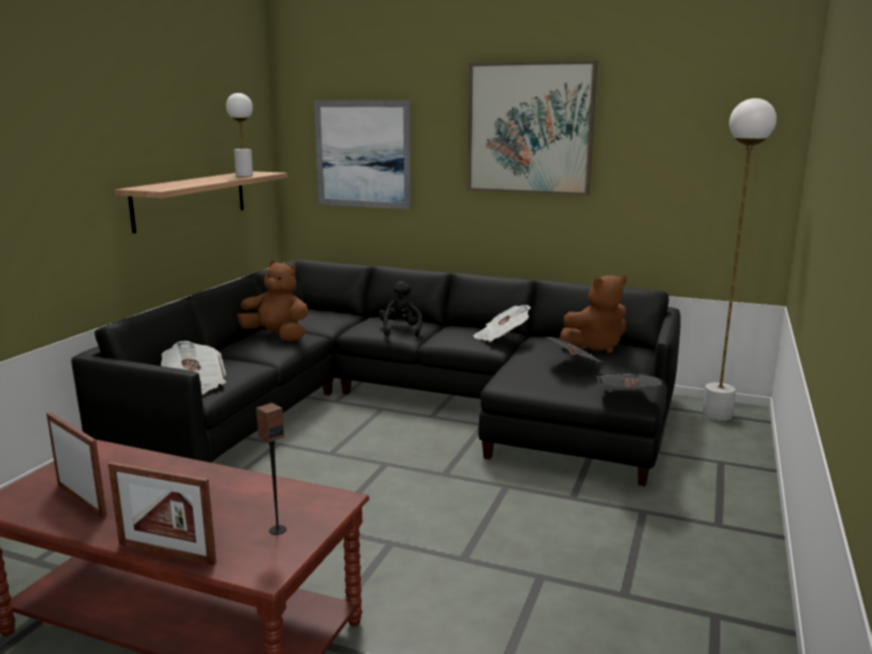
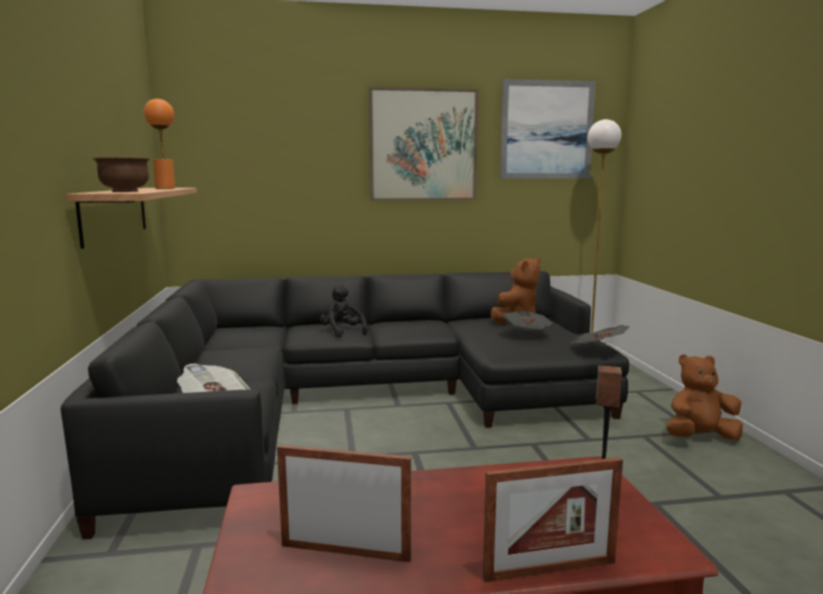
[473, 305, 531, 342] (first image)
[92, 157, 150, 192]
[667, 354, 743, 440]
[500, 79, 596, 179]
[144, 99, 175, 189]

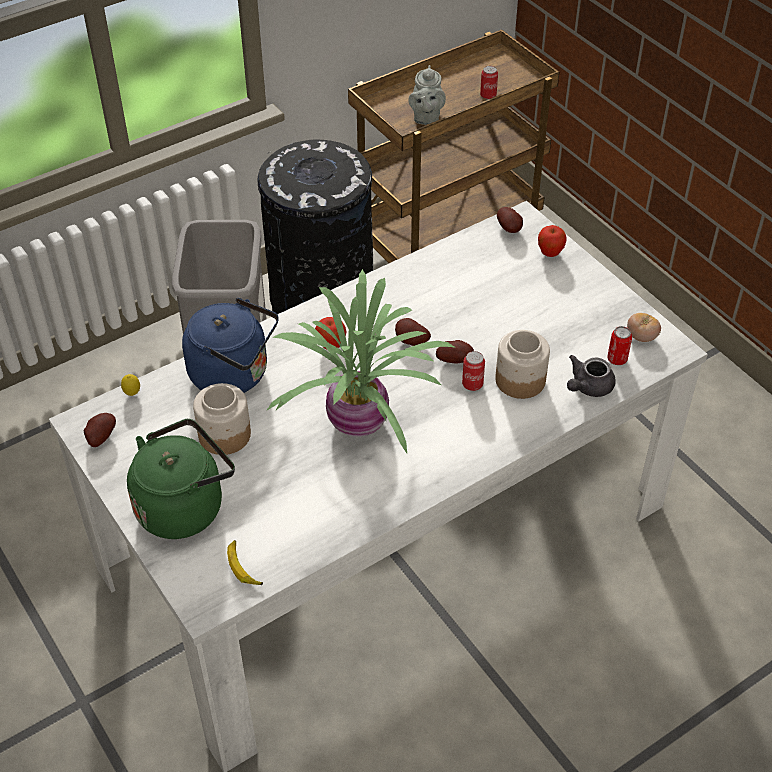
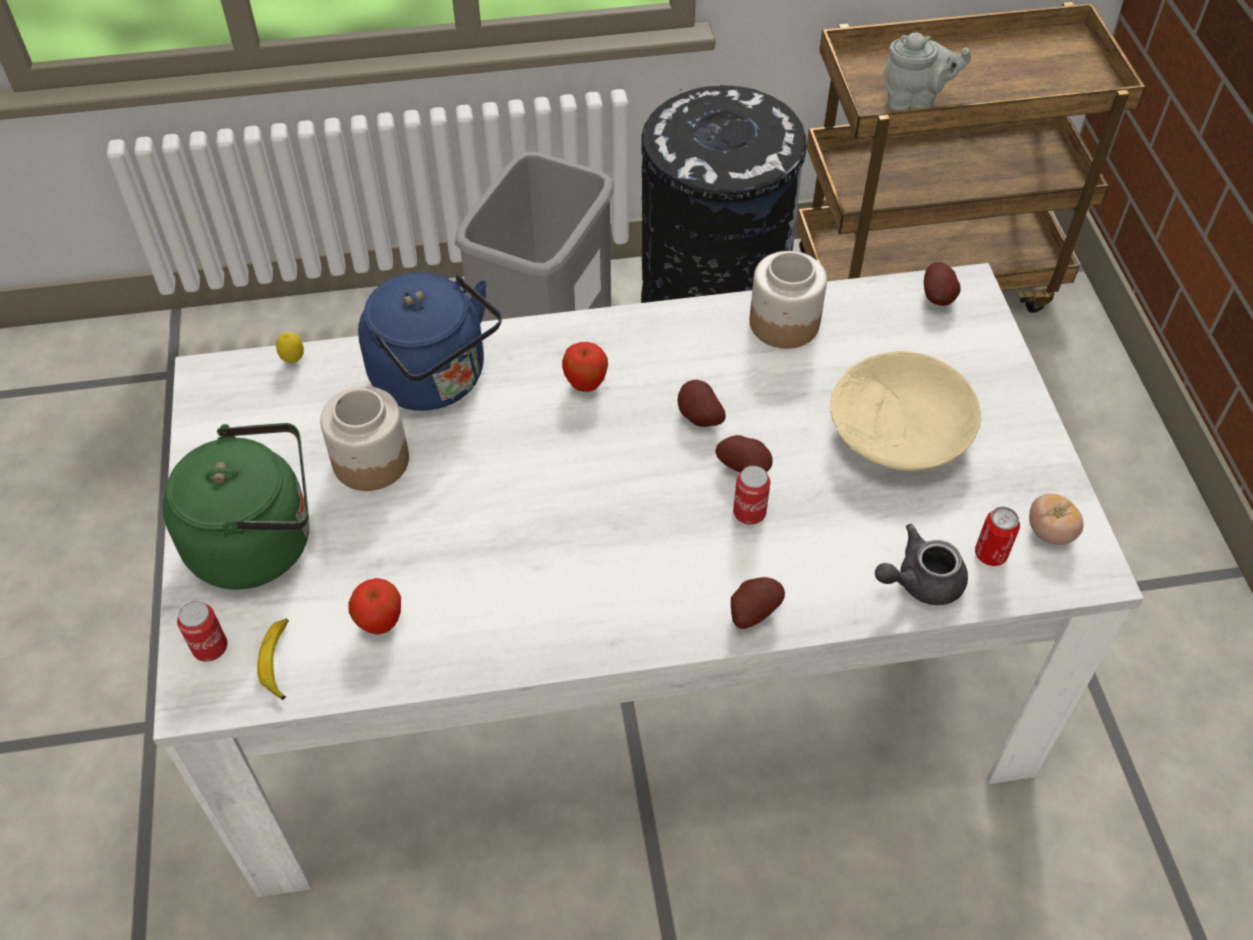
[266, 269, 456, 453] (first image)
[830, 351, 981, 471]
[731, 577, 785, 629]
[177, 601, 227, 662]
[750, 251, 827, 349]
[348, 578, 401, 635]
[883, 33, 971, 111]

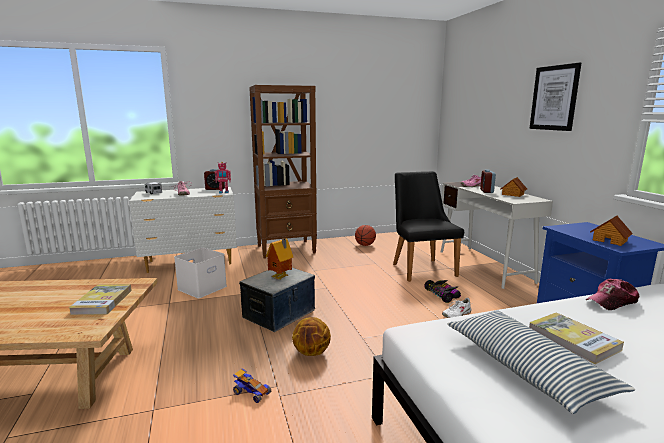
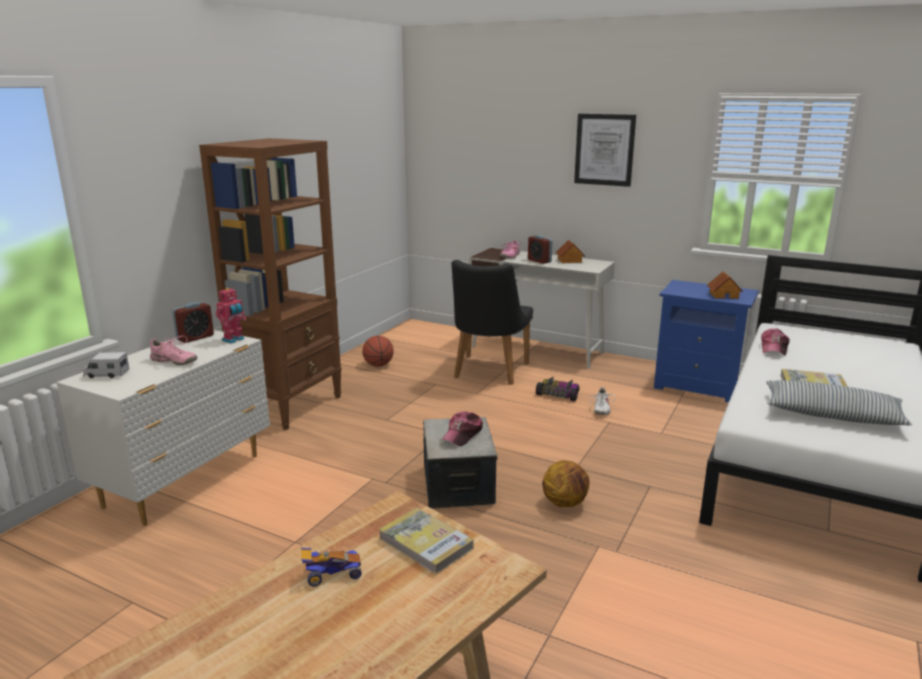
[174, 248, 227, 298] (first image)
[301, 548, 362, 587]
[442, 411, 483, 446]
[452, 260, 533, 385]

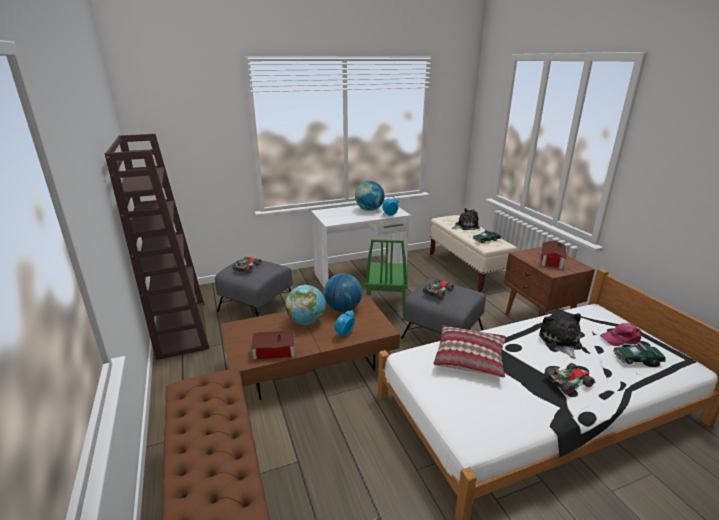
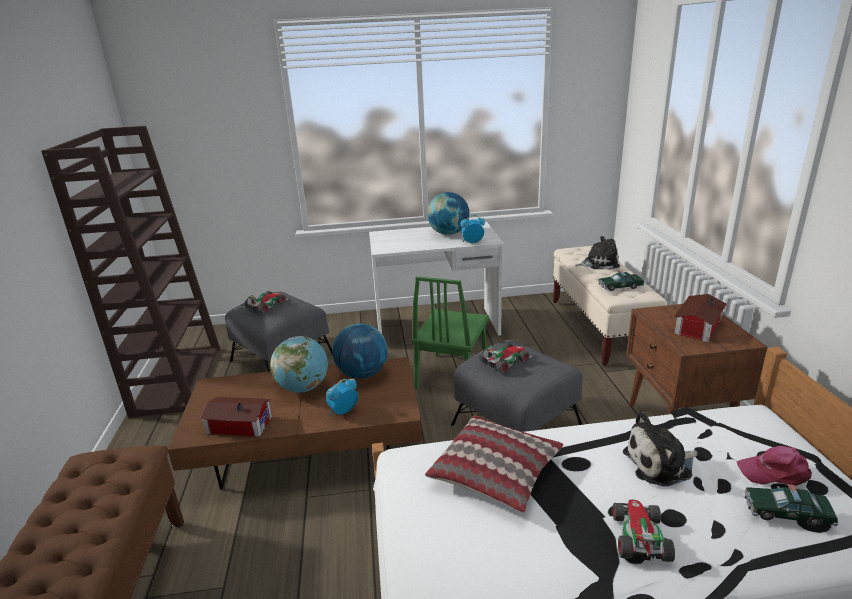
[623, 412, 698, 487]
[612, 500, 675, 562]

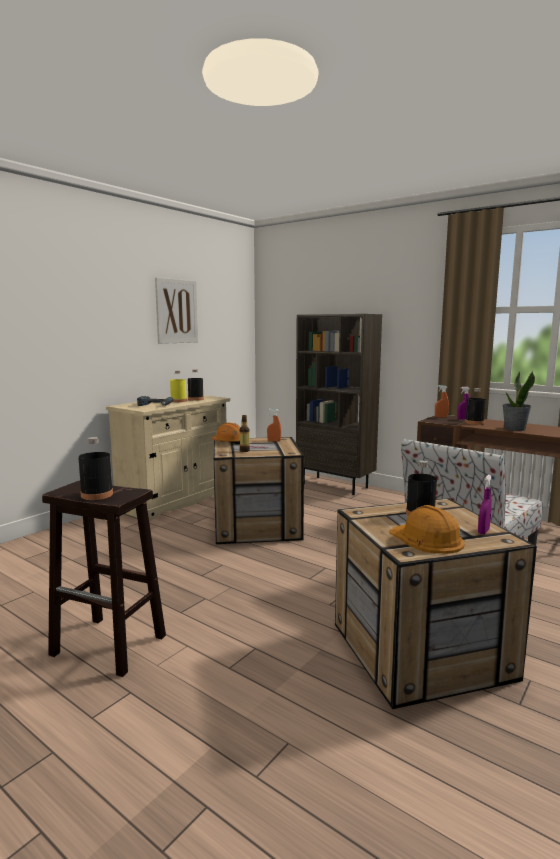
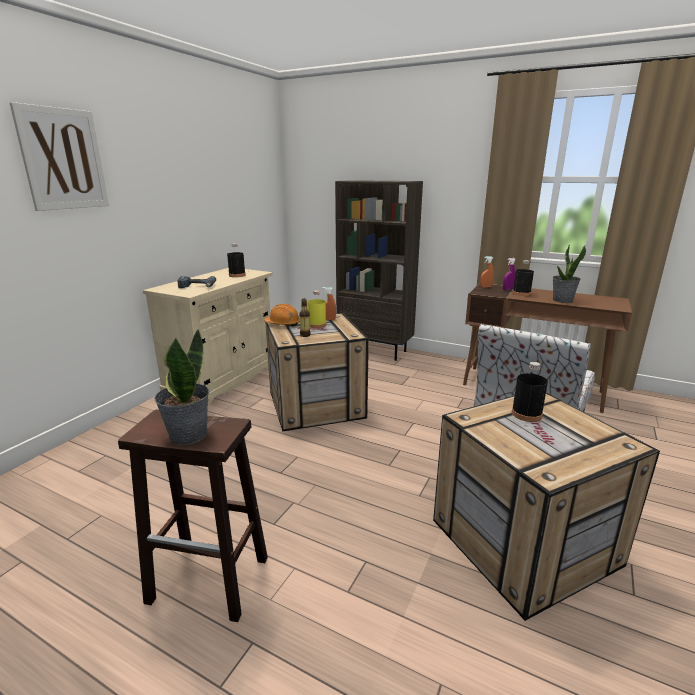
[389, 505, 464, 554] (first image)
[478, 475, 492, 534] (first image)
[9, 102, 109, 211]
[308, 290, 326, 328]
[155, 328, 209, 445]

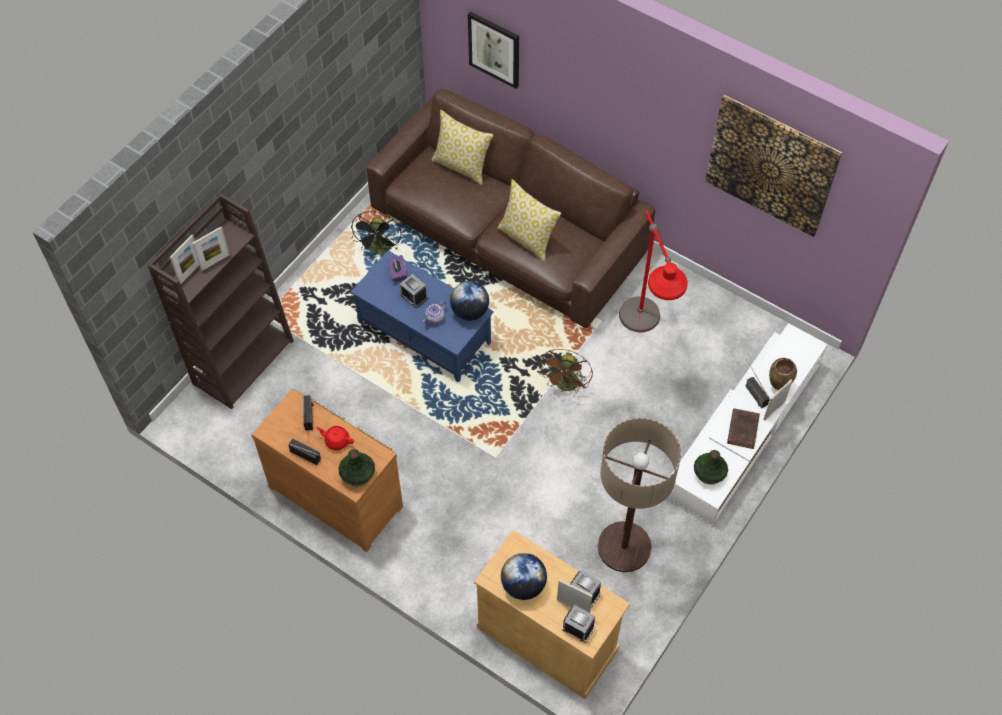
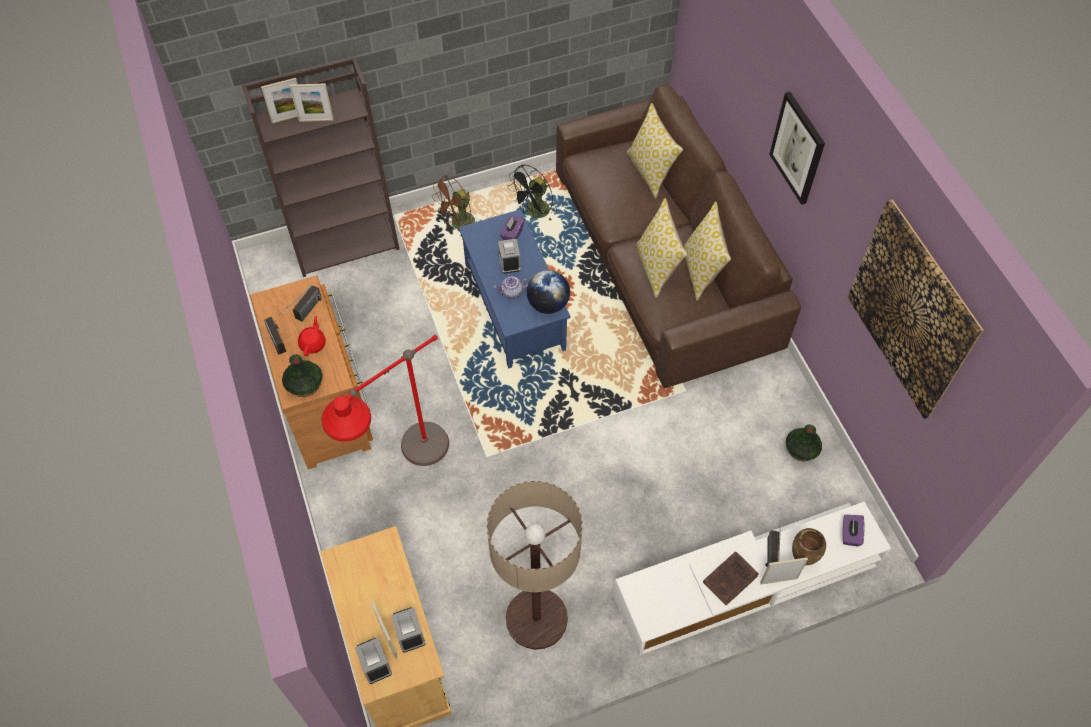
[501, 553, 547, 600] (first image)
[684, 202, 731, 301]
[843, 515, 864, 547]
[769, 92, 825, 205]
[432, 175, 481, 230]
[322, 335, 449, 466]
[786, 424, 822, 462]
[298, 316, 326, 356]

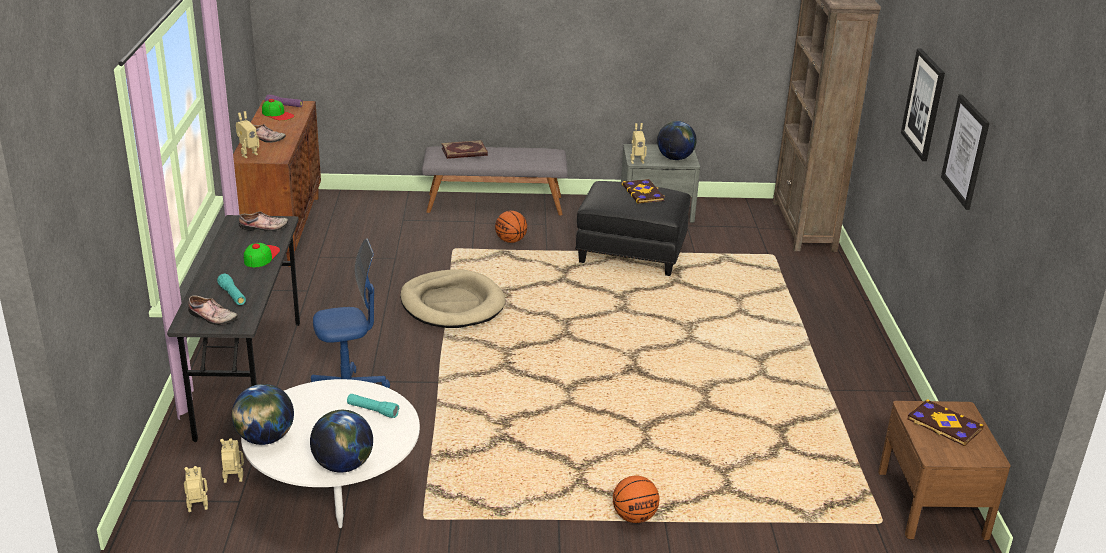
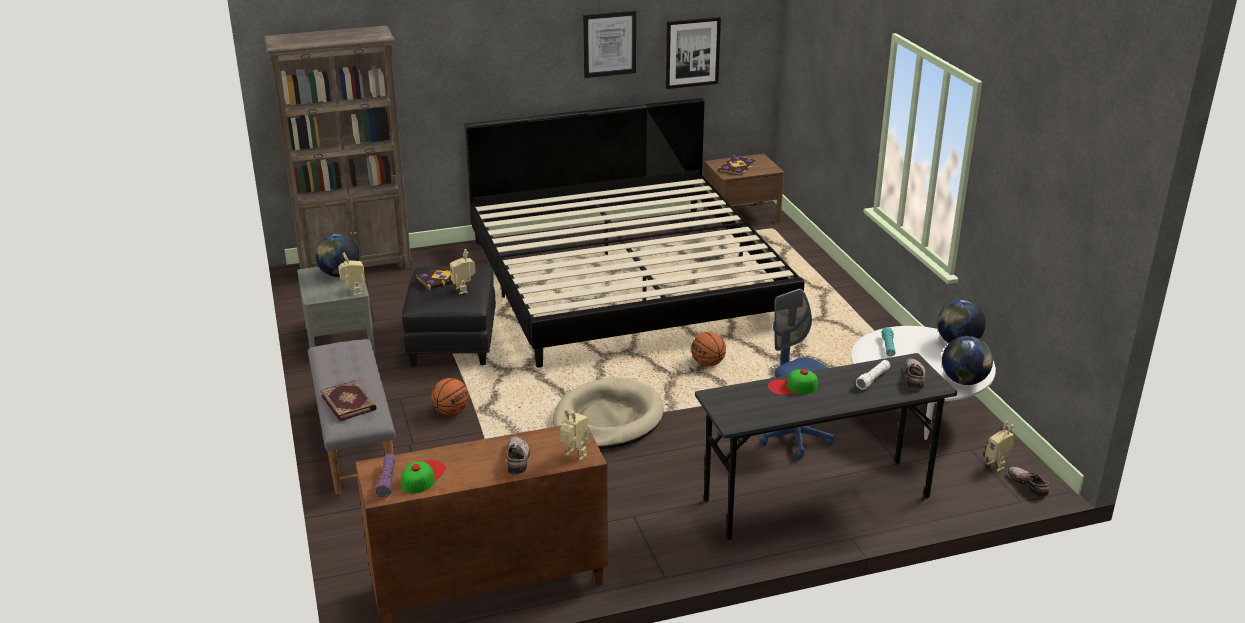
[464, 98, 805, 368]
[450, 249, 476, 294]
[1008, 467, 1049, 498]
[691, 332, 726, 367]
[666, 17, 721, 89]
[856, 360, 890, 390]

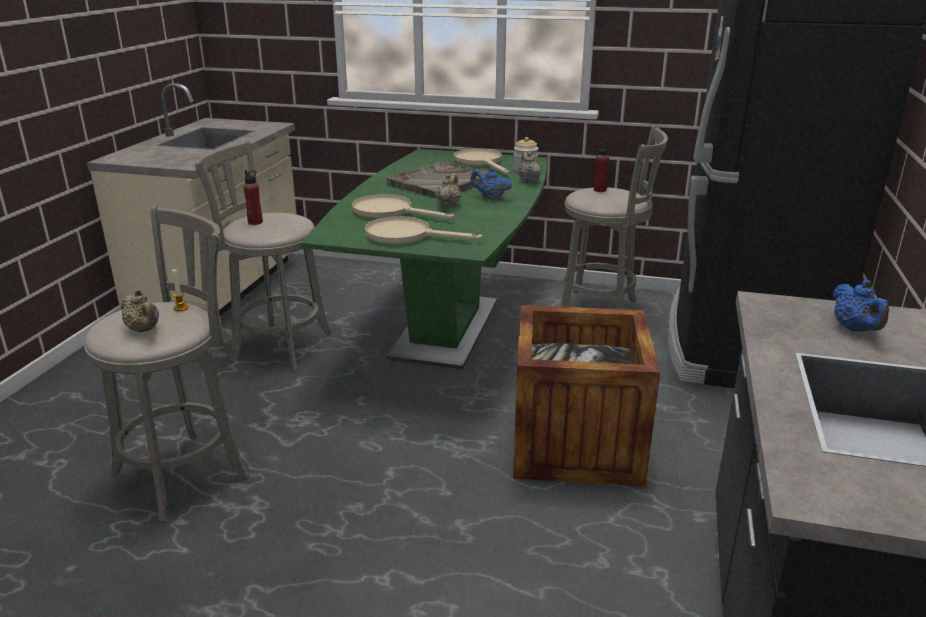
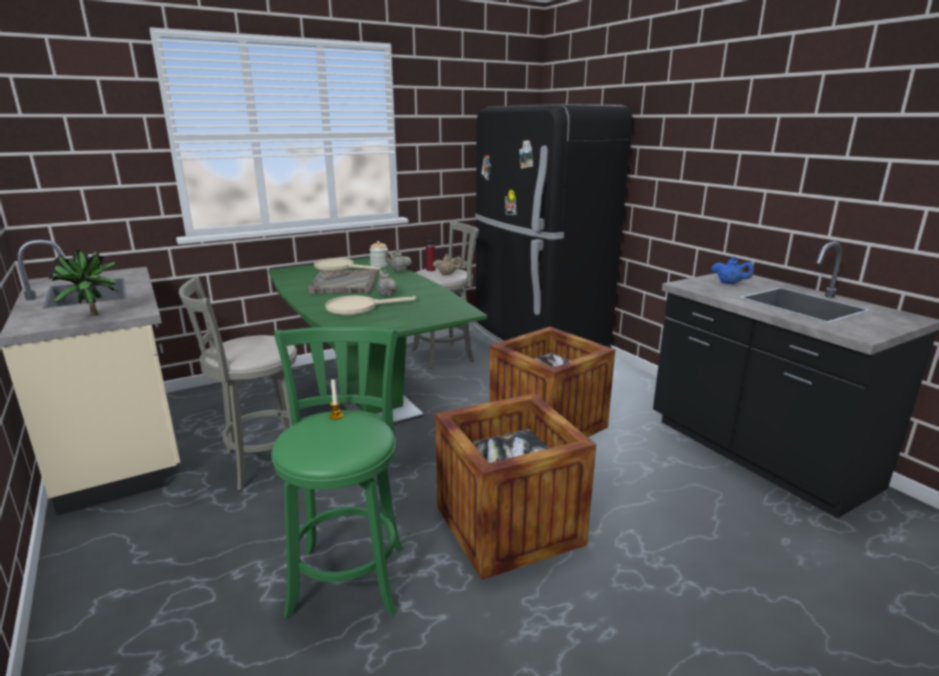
[244, 170, 263, 225] (first image)
[365, 216, 483, 244] (first image)
[471, 167, 512, 200] (first image)
[48, 249, 119, 316]
[435, 393, 596, 580]
[433, 254, 462, 275]
[271, 327, 404, 618]

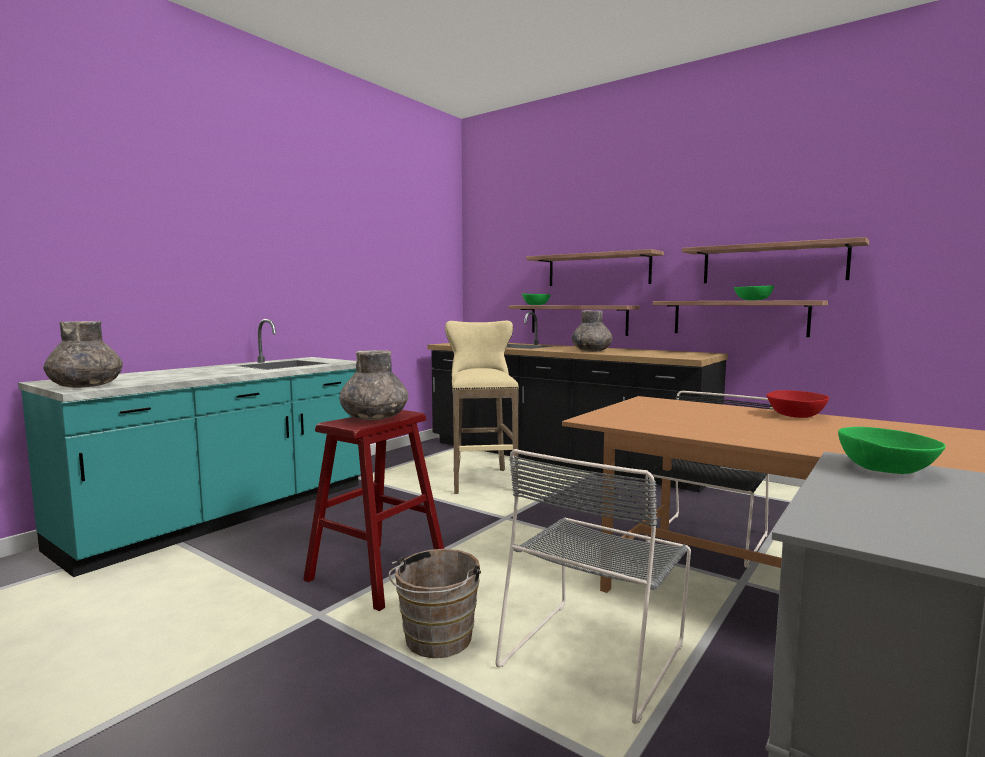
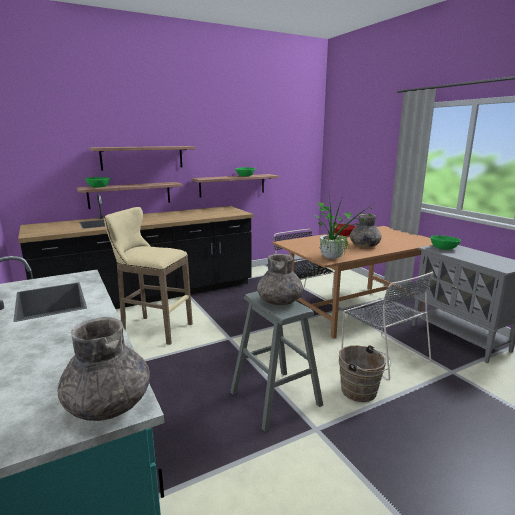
[682, 237, 869, 283] (first image)
[311, 194, 372, 259]
[350, 214, 382, 247]
[230, 291, 323, 432]

